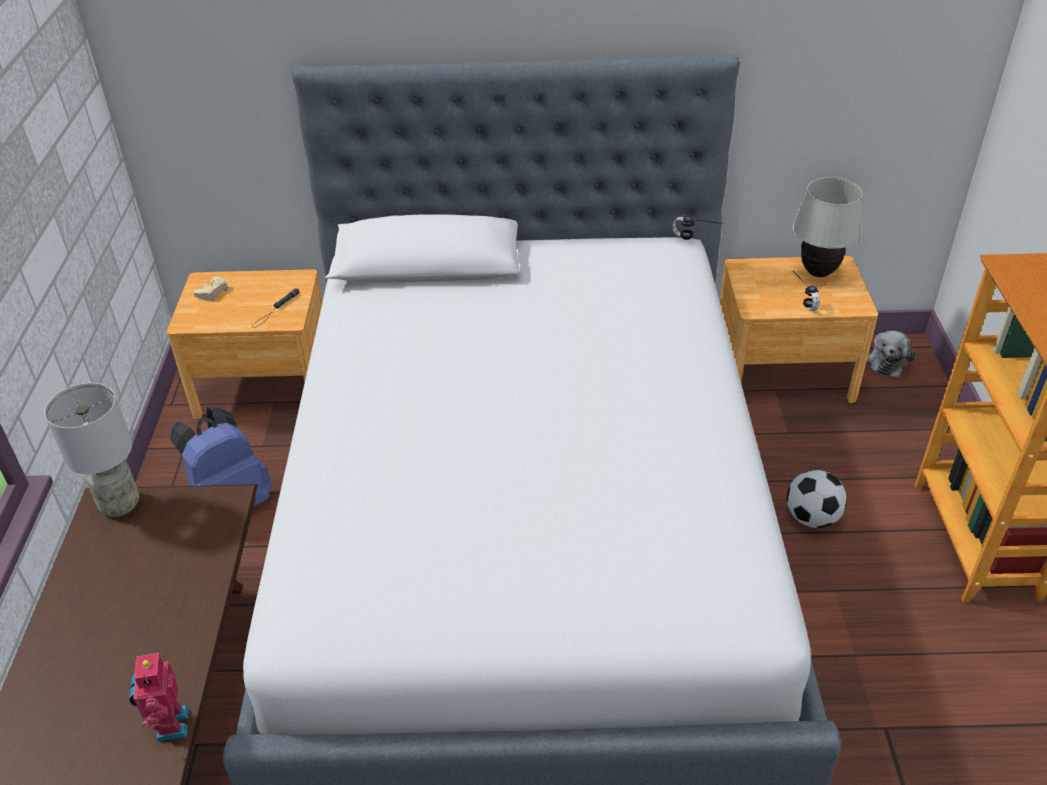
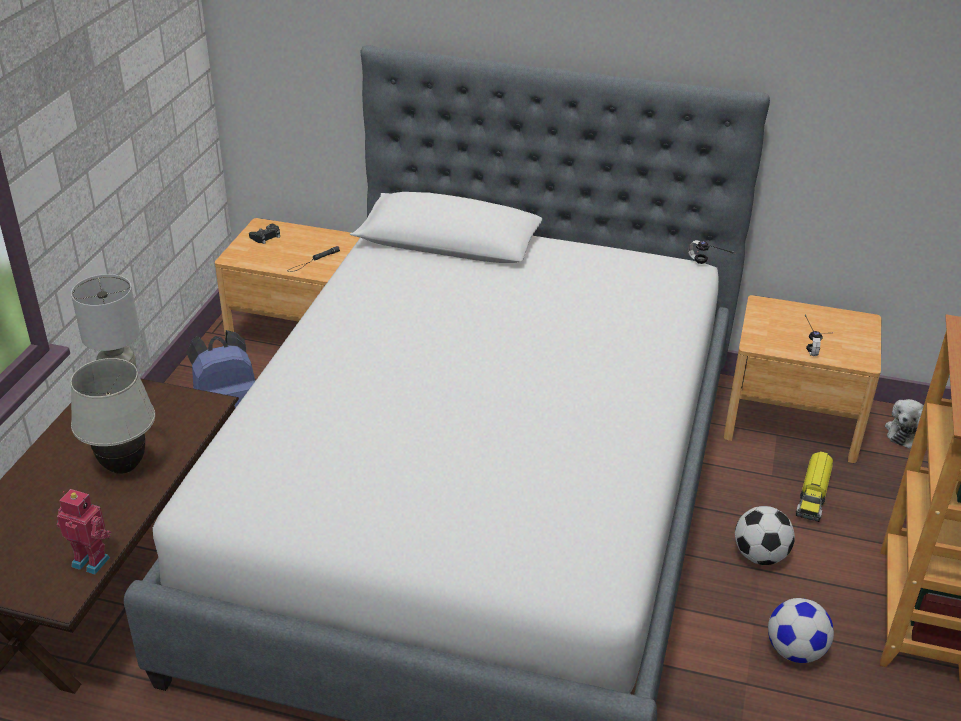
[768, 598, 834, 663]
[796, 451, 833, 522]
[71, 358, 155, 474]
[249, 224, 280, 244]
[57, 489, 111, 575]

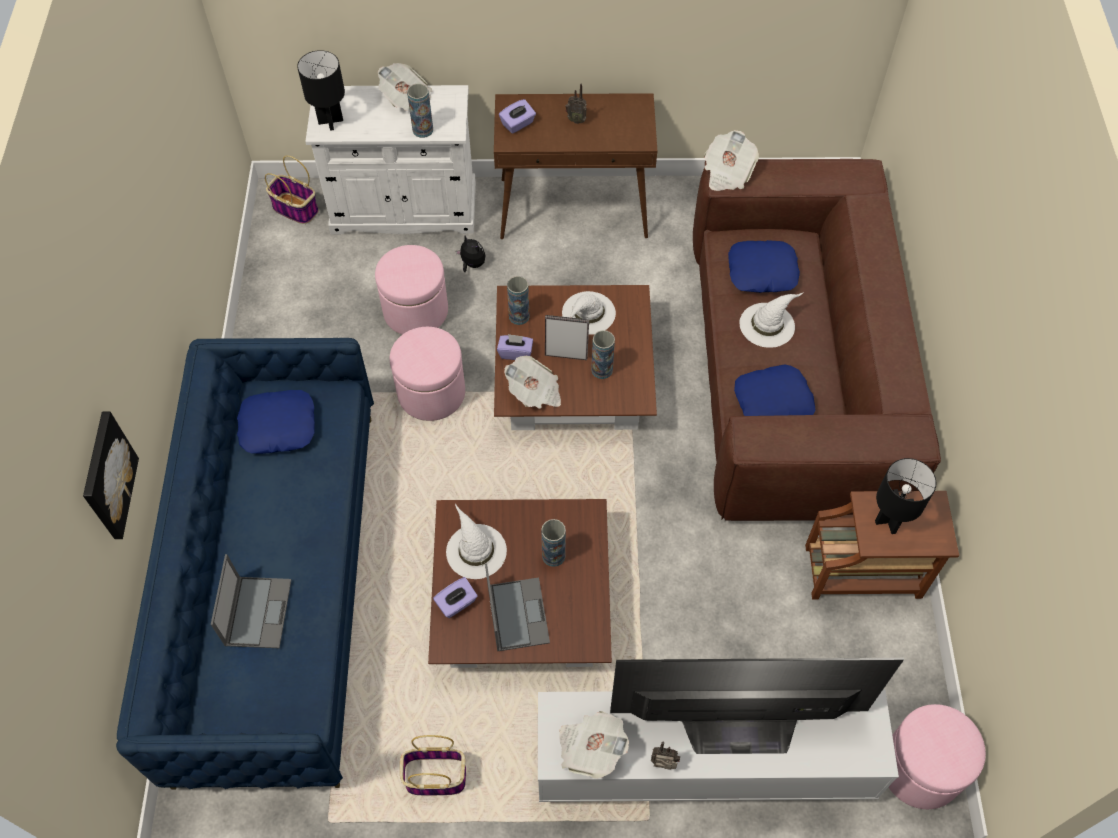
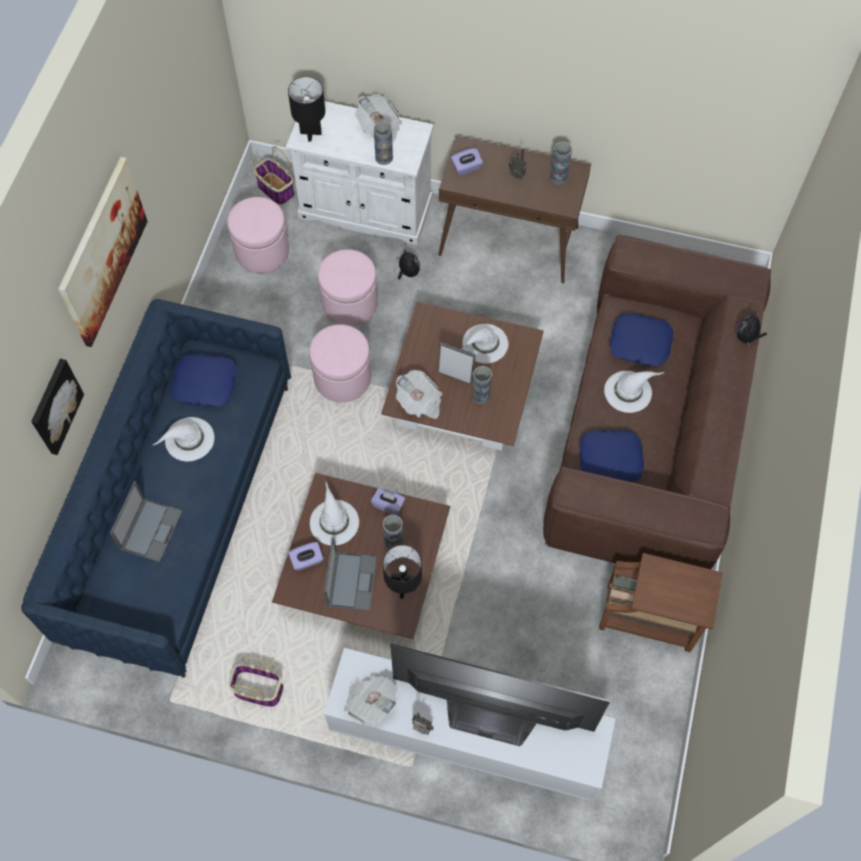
[704, 130, 759, 191] (first image)
[58, 157, 148, 347]
[153, 417, 214, 461]
[736, 312, 767, 347]
[371, 488, 405, 515]
[550, 141, 572, 185]
[383, 545, 422, 599]
[227, 197, 289, 273]

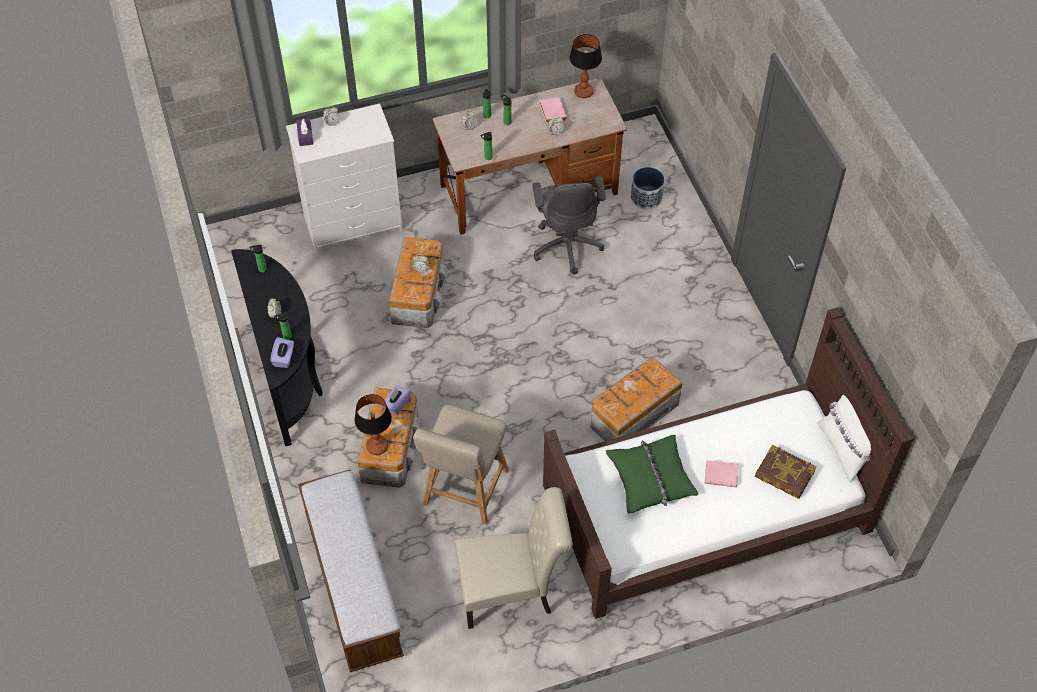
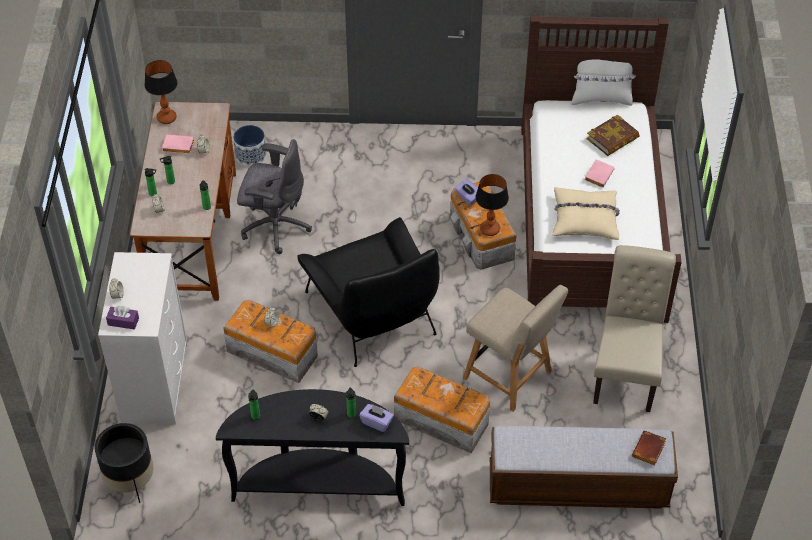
[95, 423, 153, 503]
[298, 217, 440, 367]
[632, 431, 667, 465]
[475, 174, 509, 236]
[455, 179, 478, 206]
[552, 187, 620, 240]

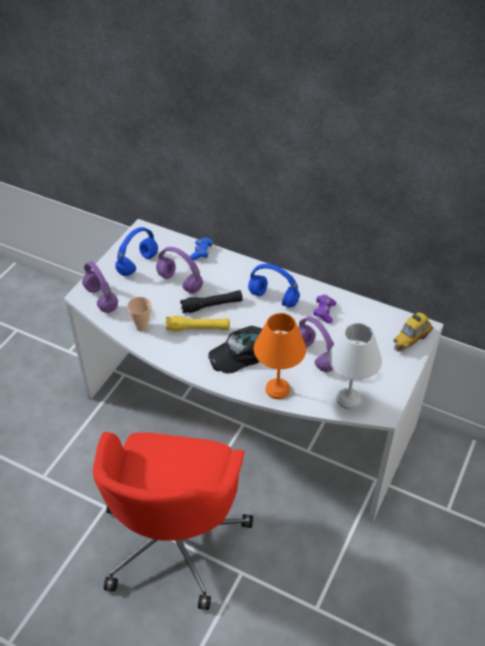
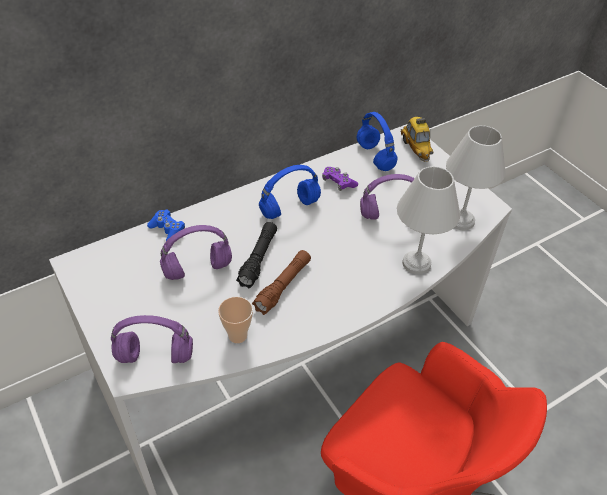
[208, 326, 262, 374] (first image)
[357, 112, 397, 171]
[252, 250, 311, 315]
[397, 166, 460, 274]

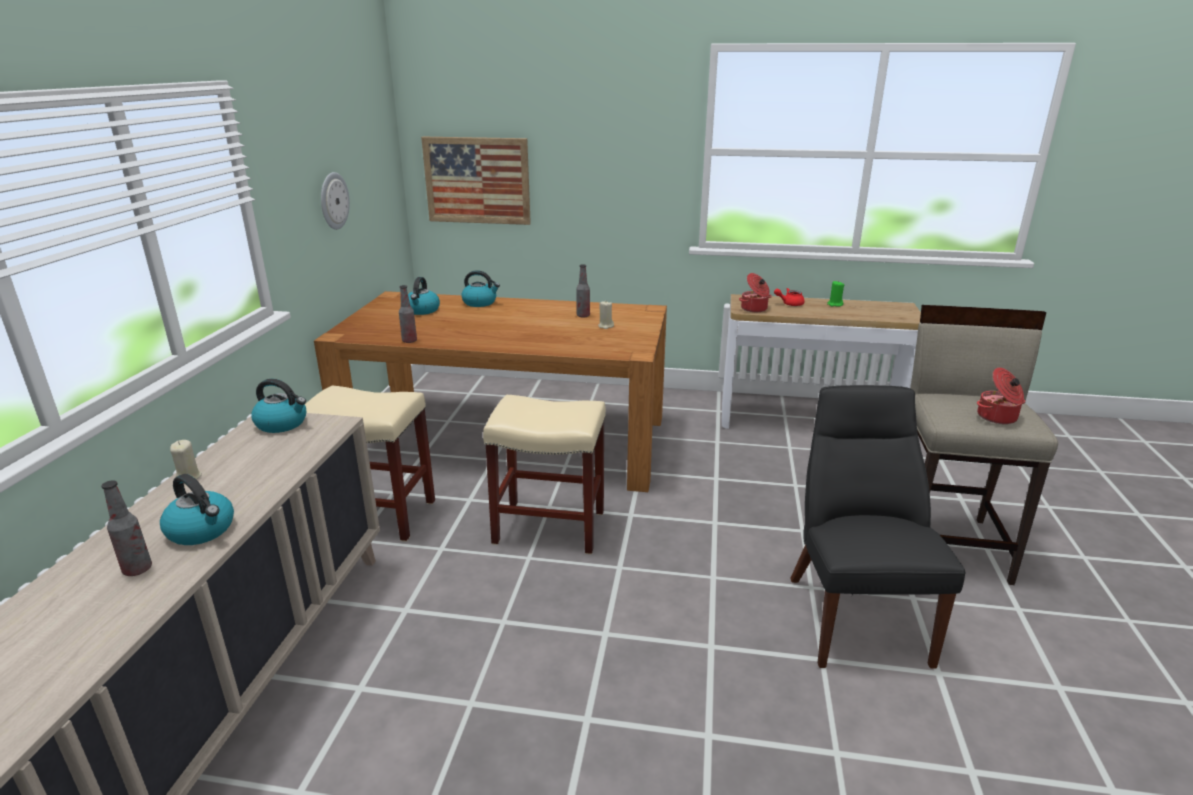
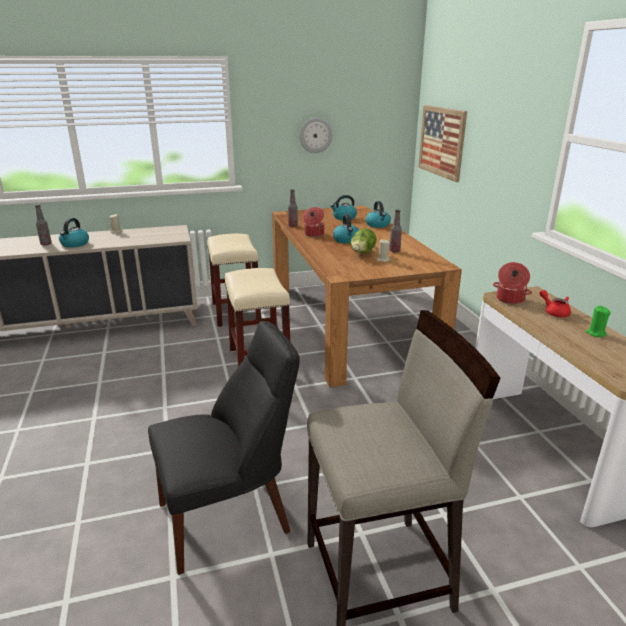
[350, 228, 377, 253]
[333, 214, 359, 244]
[303, 207, 325, 237]

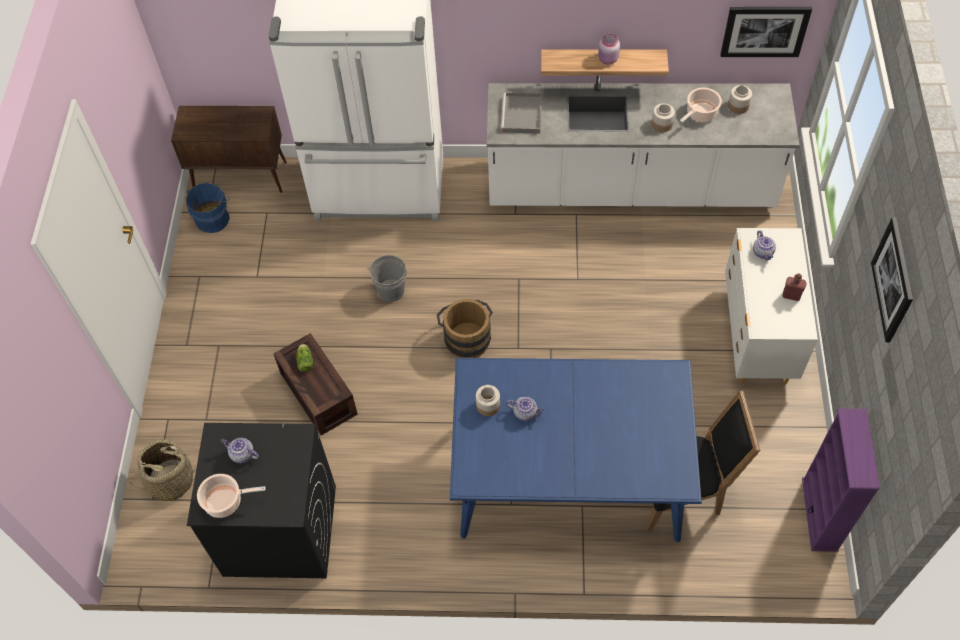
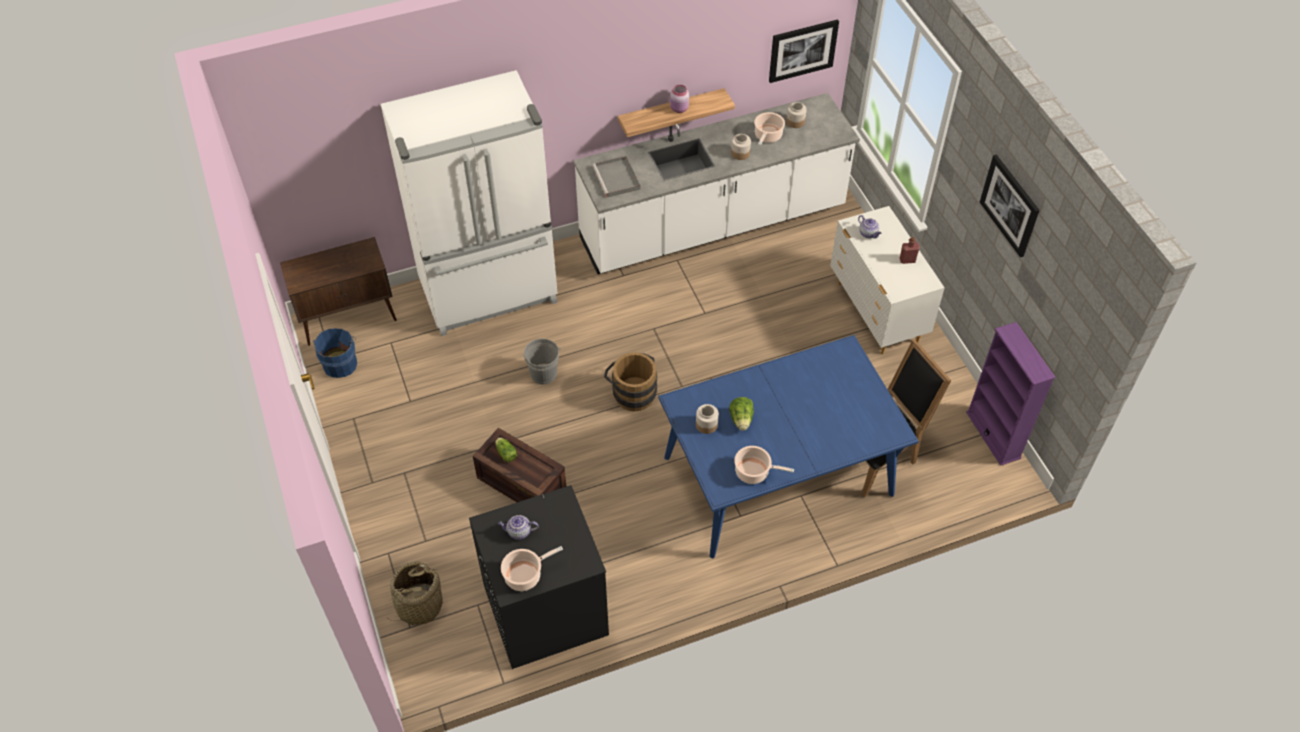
[734, 446, 794, 484]
[729, 397, 754, 431]

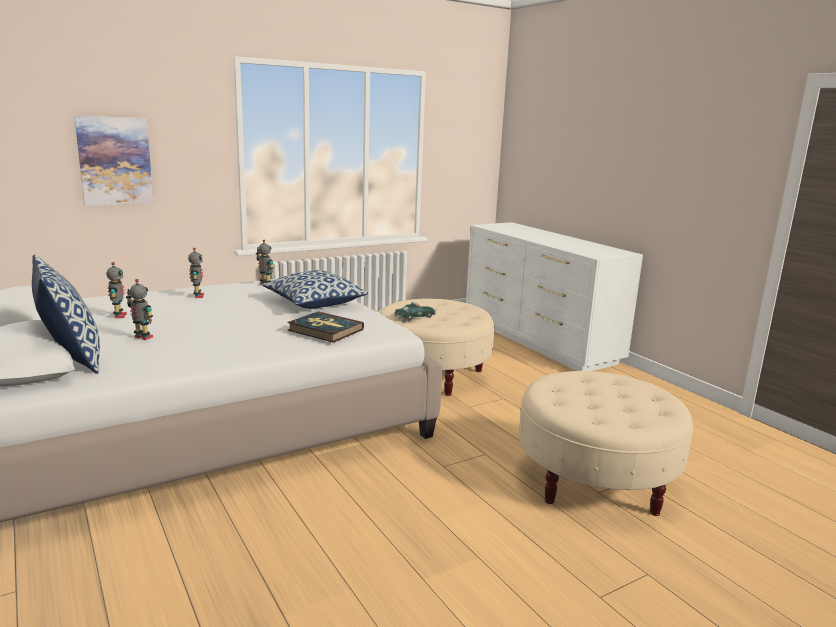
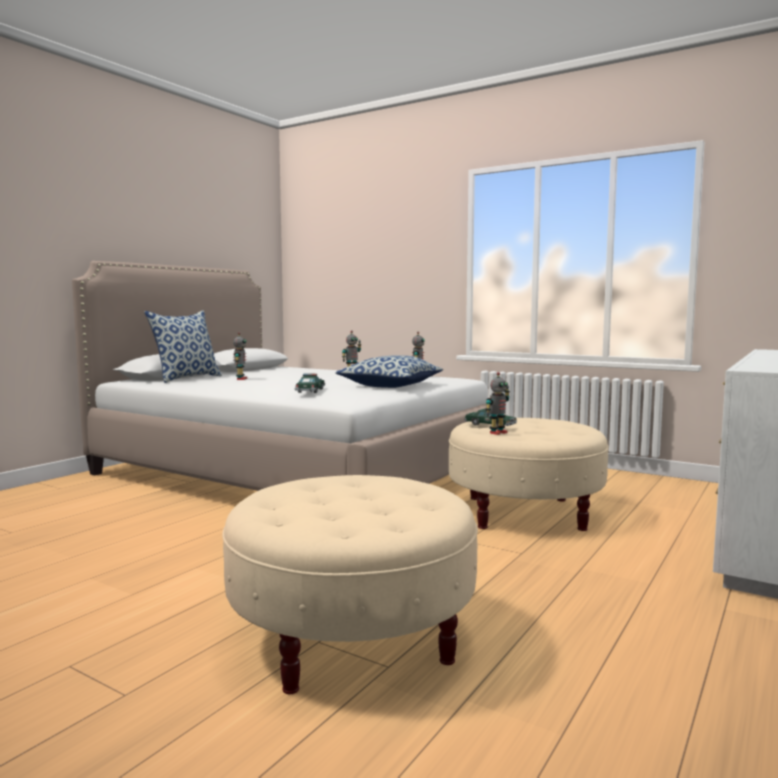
[74, 116, 153, 206] (first image)
[485, 372, 510, 435]
[294, 374, 326, 393]

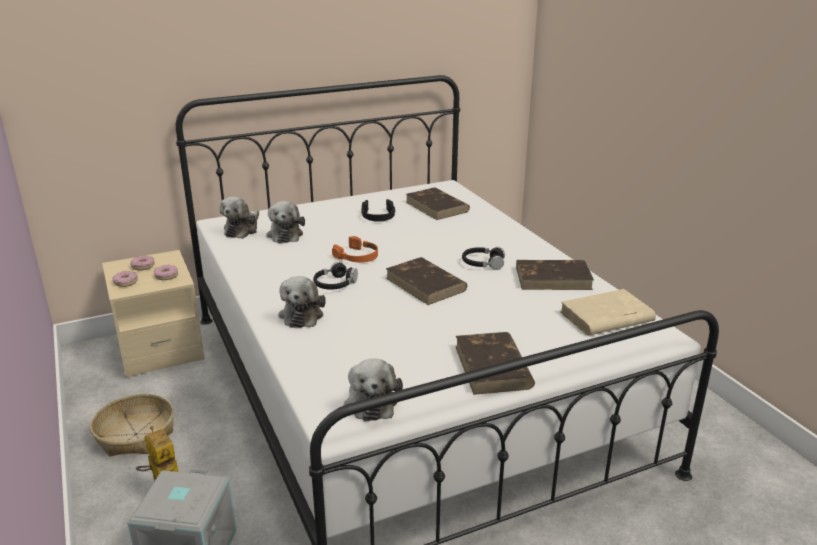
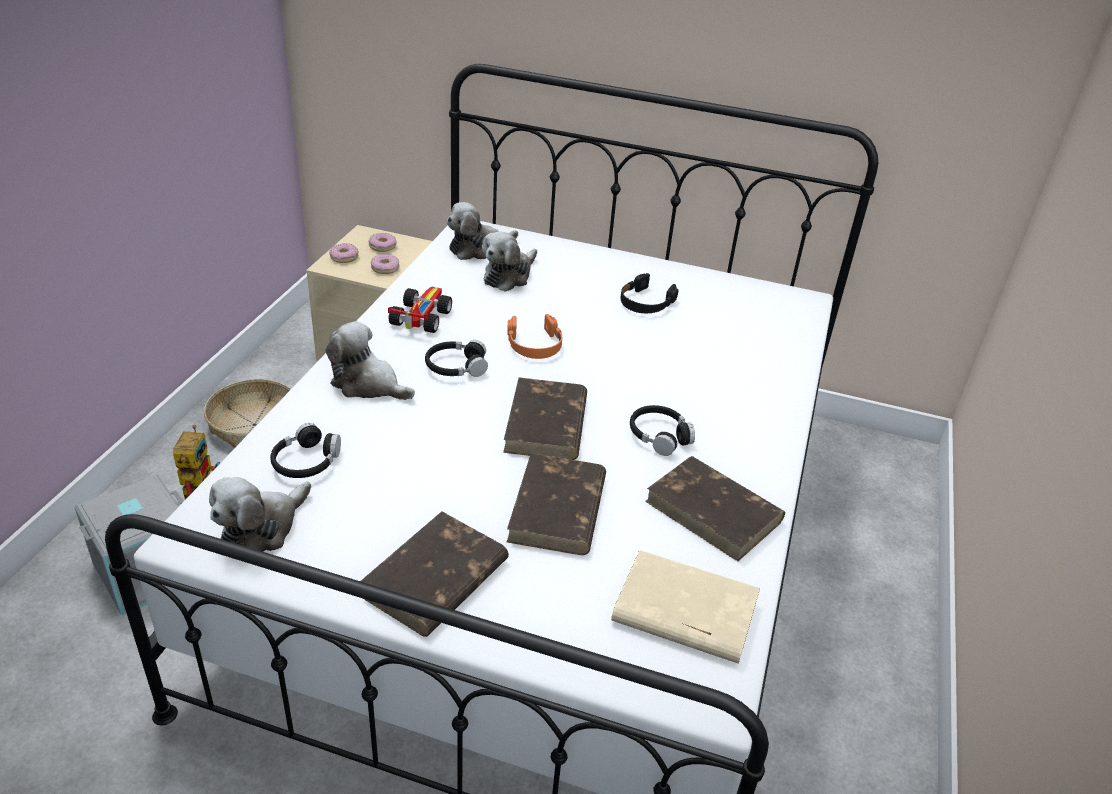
[270, 423, 341, 478]
[388, 286, 452, 333]
[507, 453, 606, 555]
[326, 321, 415, 400]

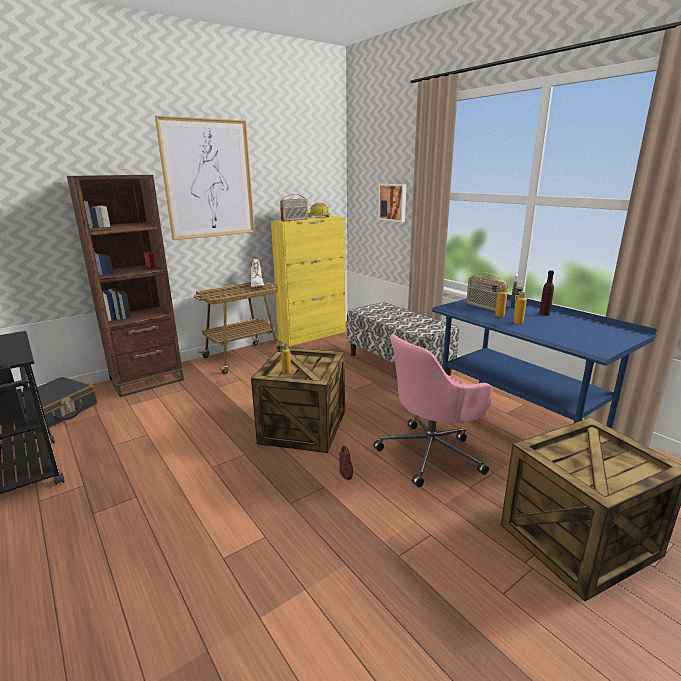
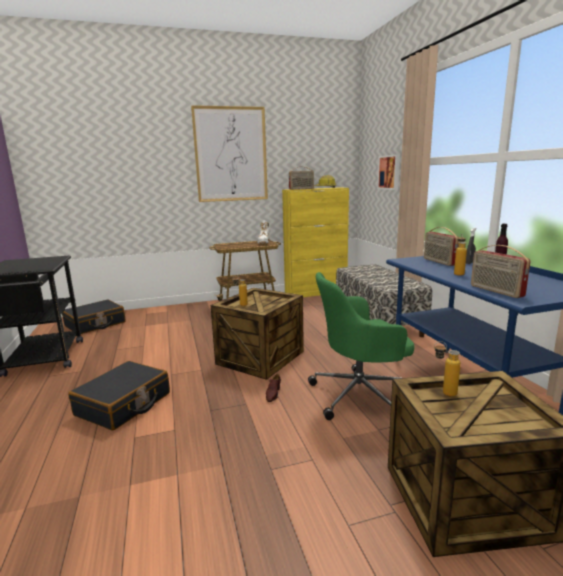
[67, 175, 184, 397] (first image)
[68, 361, 170, 431]
[471, 245, 531, 298]
[434, 341, 461, 397]
[308, 272, 415, 420]

